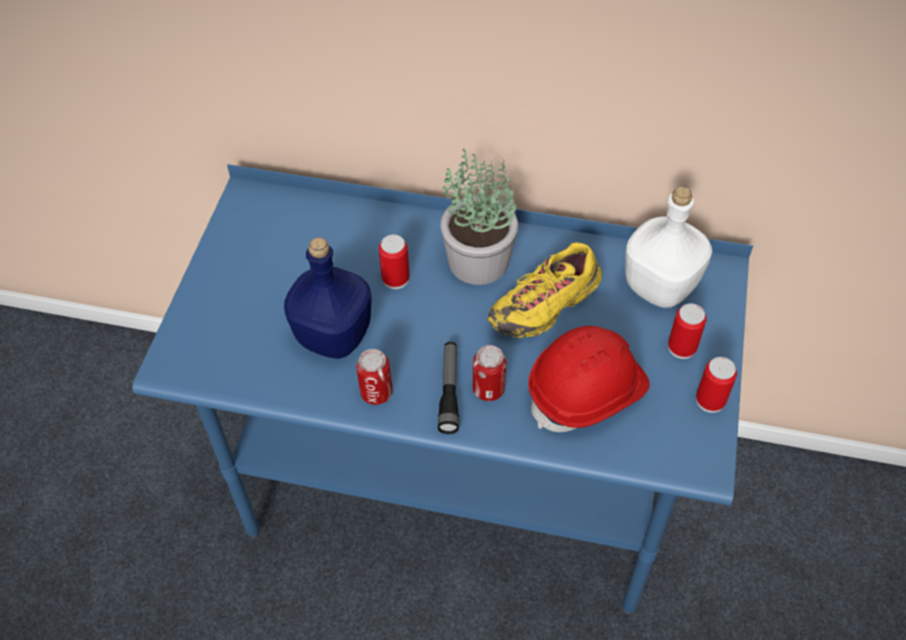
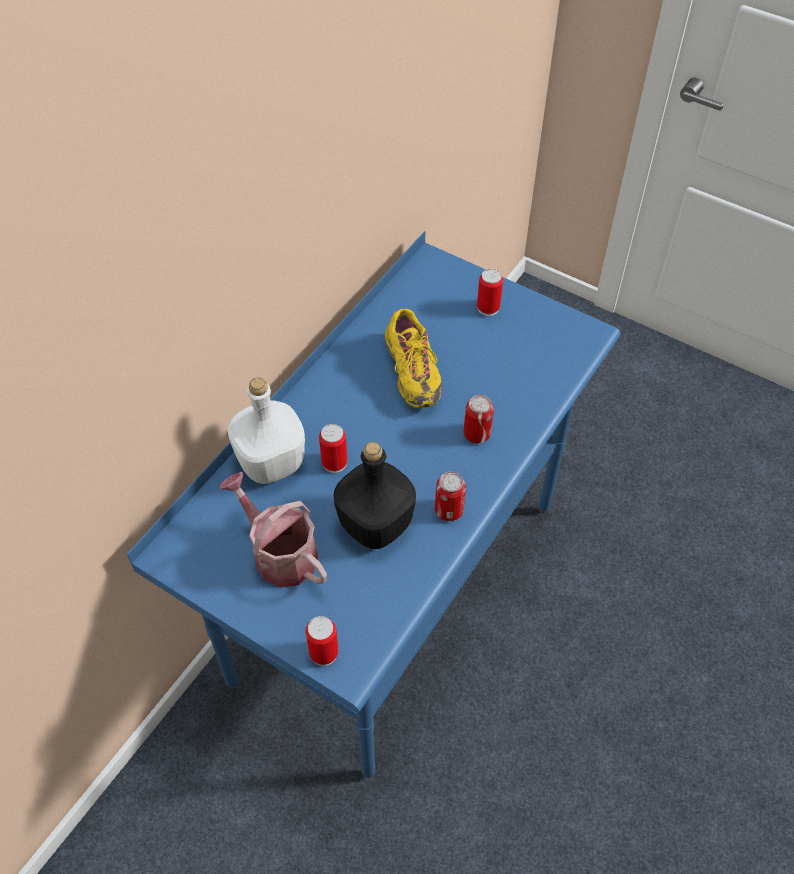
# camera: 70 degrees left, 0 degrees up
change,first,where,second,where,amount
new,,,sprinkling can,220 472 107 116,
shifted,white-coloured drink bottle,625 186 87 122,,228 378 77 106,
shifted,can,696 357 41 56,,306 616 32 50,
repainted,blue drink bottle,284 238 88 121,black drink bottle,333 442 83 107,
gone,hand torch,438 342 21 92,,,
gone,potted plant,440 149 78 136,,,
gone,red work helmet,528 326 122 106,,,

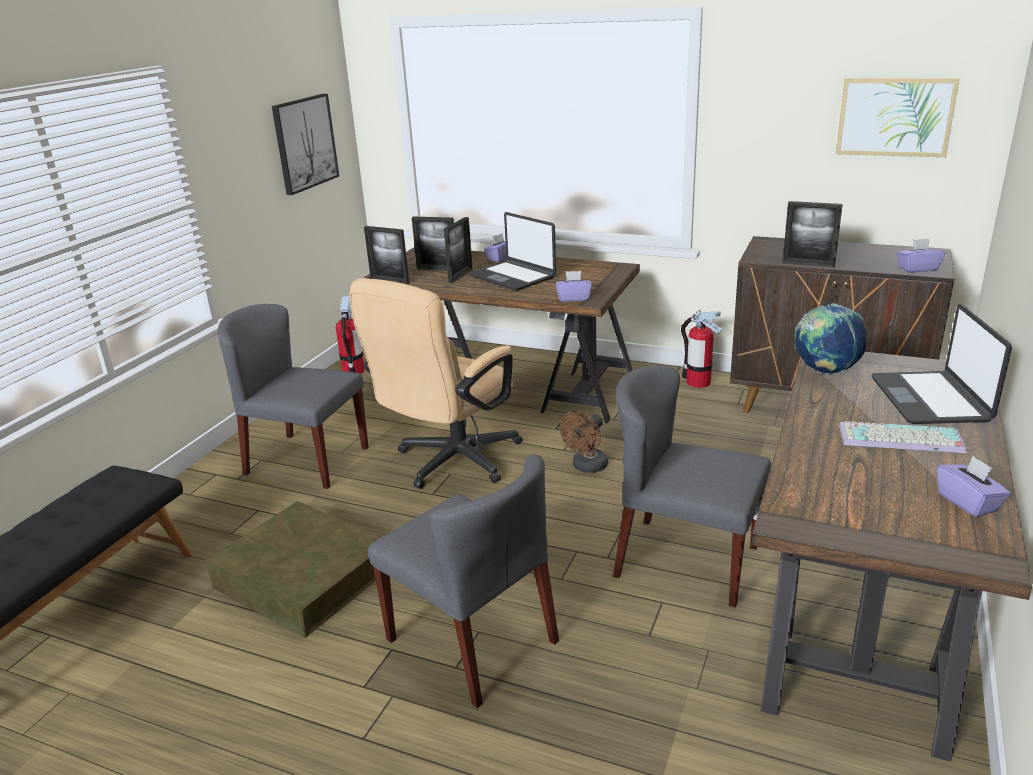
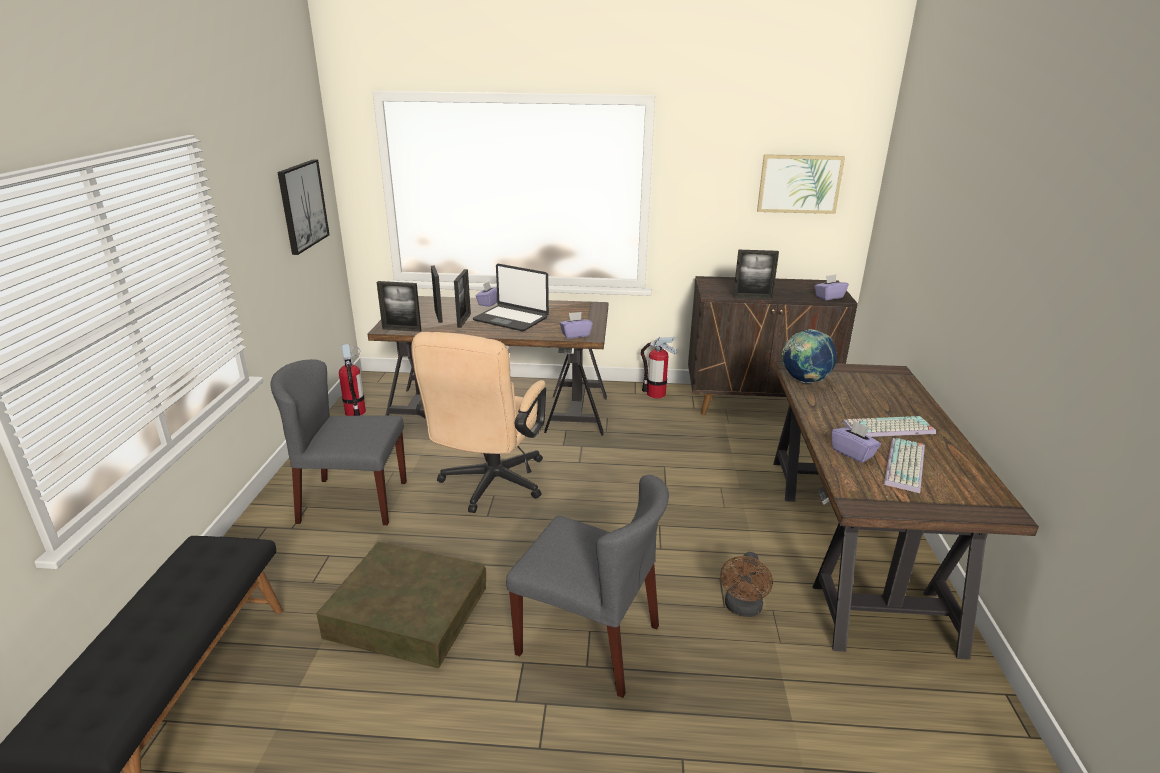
# camera: 20 degrees left, 0 degrees up
change,first,where,second,where,amount
rotated,photo frame,412 216 42 55,,431 265 12 58,105 degrees counterclockwise
shifted,brown-coloured fan,560 411 48 62,,720 552 53 65,
shifted,purplish box of tissues,937 456 74 61,,832 421 49 42,
new,,,computer keyboard,884 438 41 55,
gone,greyish plain chair,613 365 158 243,,,
gone,notebook computer,872 304 140 120,,,

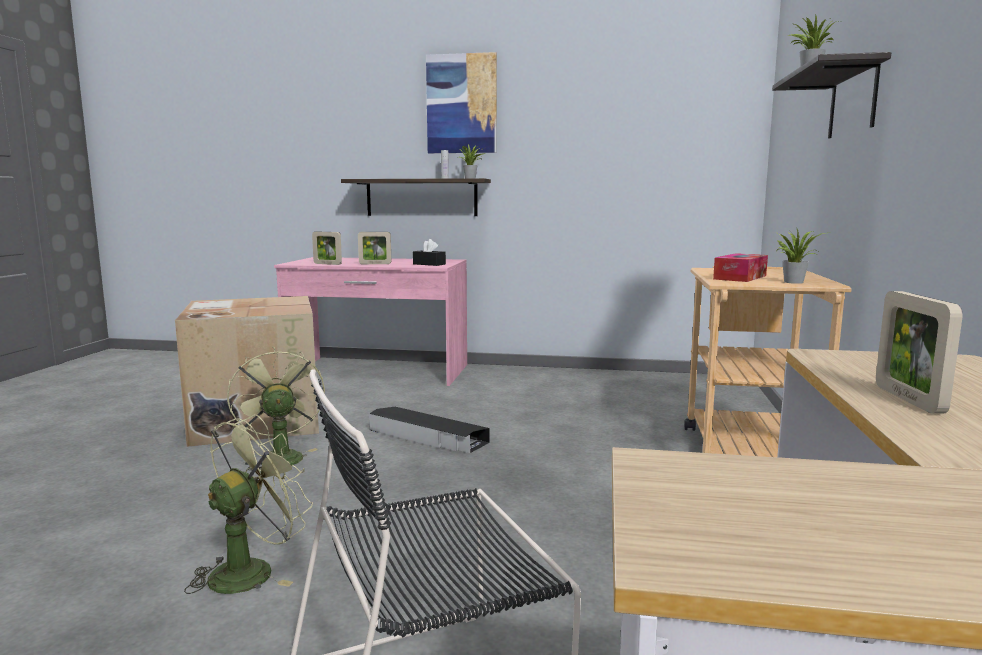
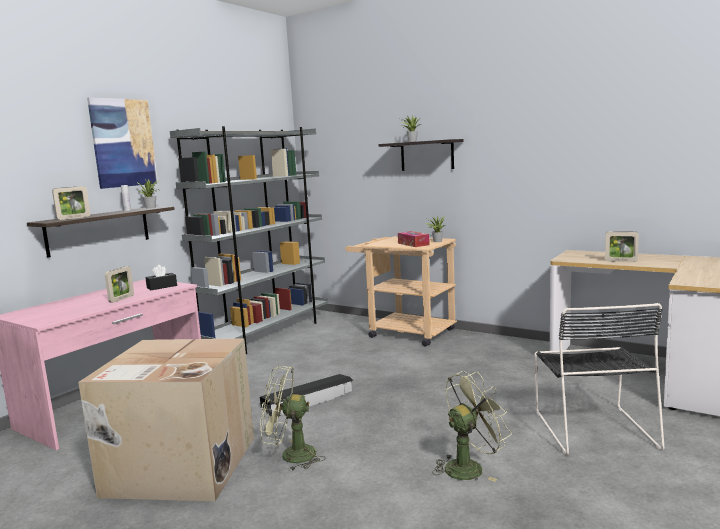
# camera: 65 degrees left, 0 degrees up
change,first,where,second,where,amount
shifted,photo frame,312 232 30 33,,52 186 38 34,
new,,,greyish bookshelf,170 126 158 228,
rotated,green-coloured fan,184 414 129 180,,433 371 79 111,90 degrees clockwise

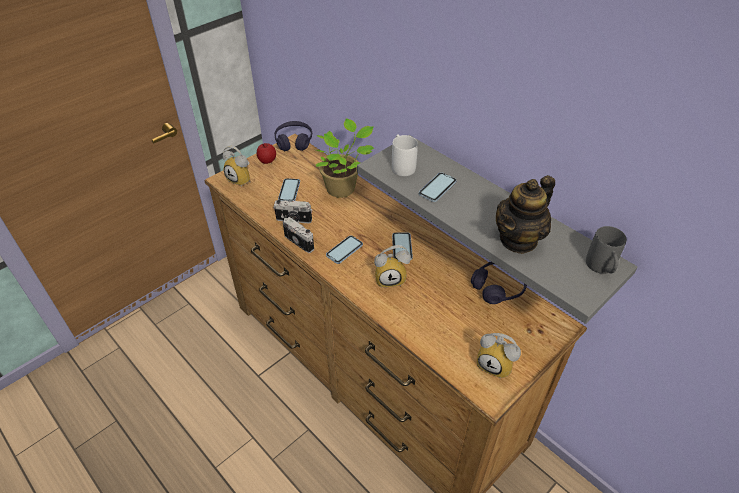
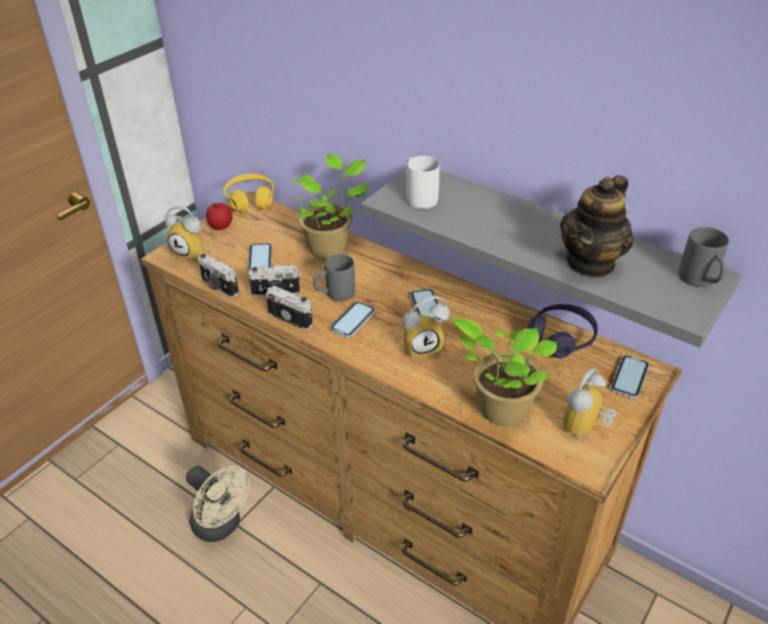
# camera: 10 degrees left, 5 degrees down
change,first,where,second,where,amount
new,,,beige fan,186 466 64 76,
new,,,photo camera,198 254 41 44,
repainted,purplish pair of headphones,274 121 38 30,yellowish pair of headphones,223 174 51 39,
new,,,greyish mug,313 254 42 48,
new,,,potted plant,451 318 106 108,
rotated,alarm clock,477 333 44 45,,563 368 54 73,105 degrees clockwise
shifted,telephone,419 172 38 30,,611 355 38 43,

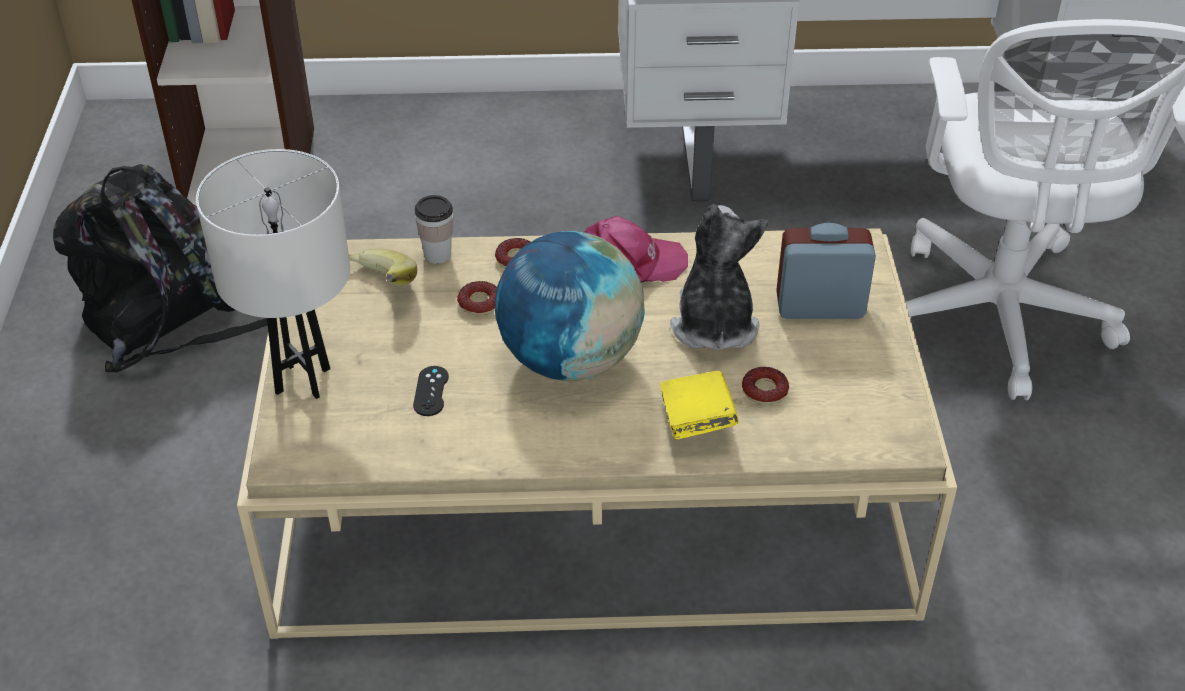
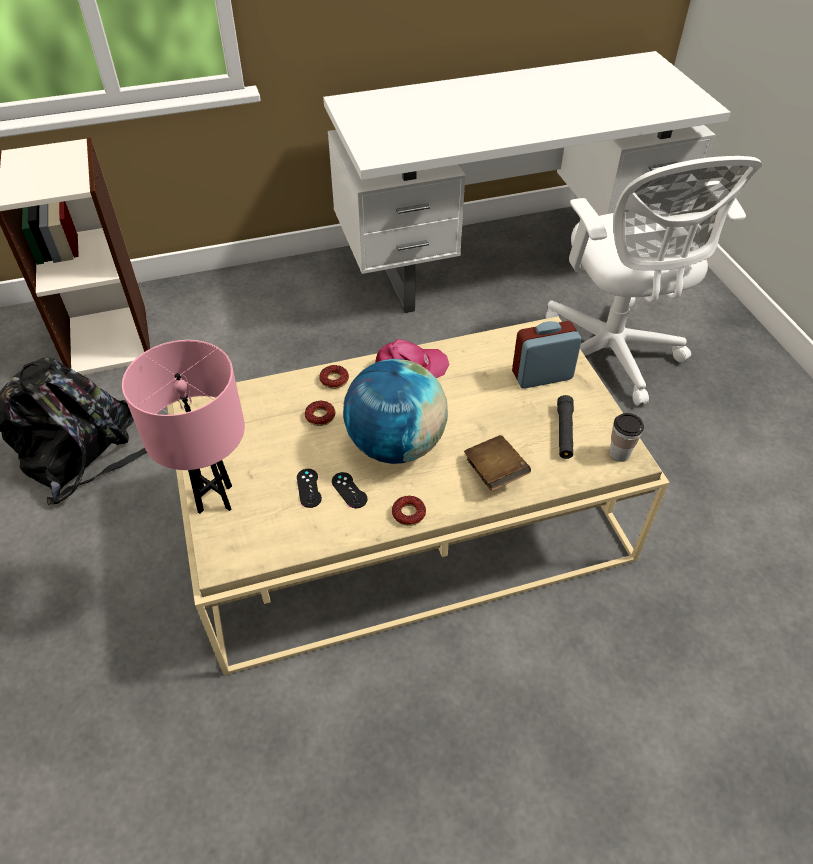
# camera: 15 degrees left, 5 degrees up
change,first,where,second,where,amount
repainted,white-coloured tabletop lamp,196 149 154 250,pink tabletop lamp,122 340 123 174,
new,,,black game controller,332 472 36 36,
shifted,donut,742 367 47 38,,392 496 34 30,
repainted,yellowish book,660 371 79 69,brown-coloured book,464 435 67 56,
new,,,black hand torch,557 395 17 64,
shifted,drinking cup,415 195 38 69,,609 413 35 49,
gone,whole banana,349 249 68 37,,,
gone,cuddly toy,670 204 98 147,,,

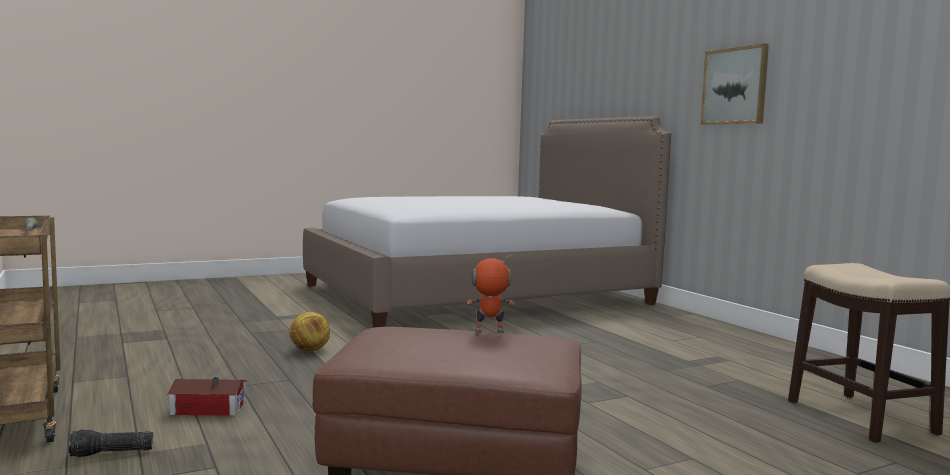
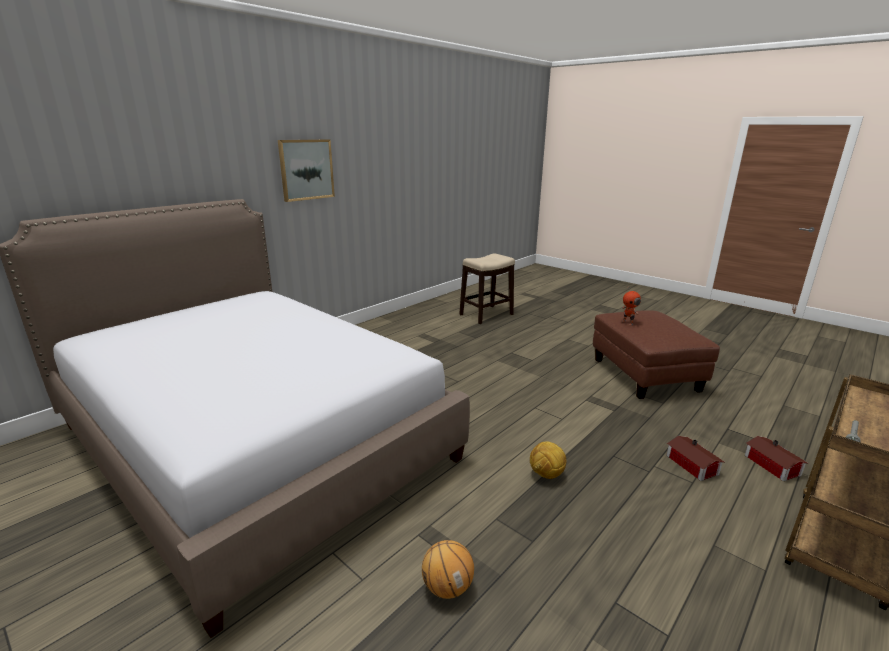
# camera: 110 degrees left, 15 degrees up
change,first,where,second,where,amount
new,,,ball for basketball,422 540 52 59,
swapped,hand torch,68 430 85 27,toy house,745 436 62 45,

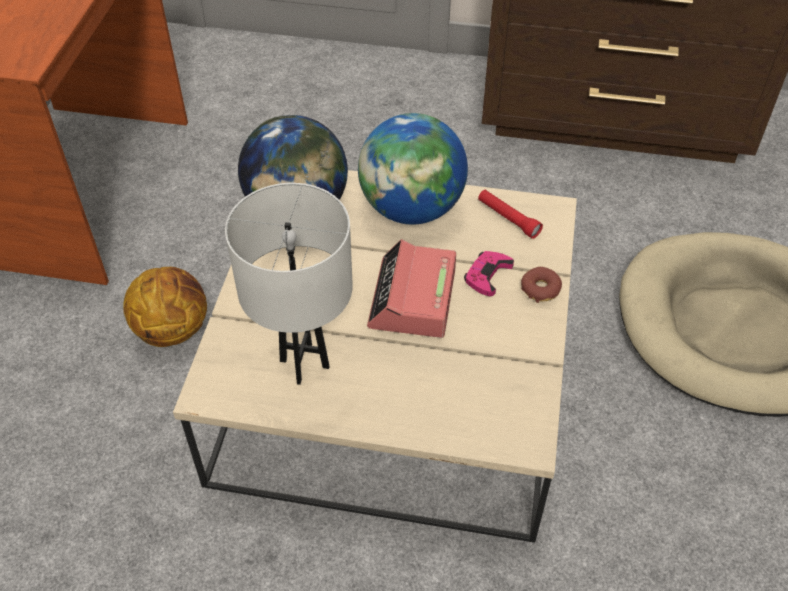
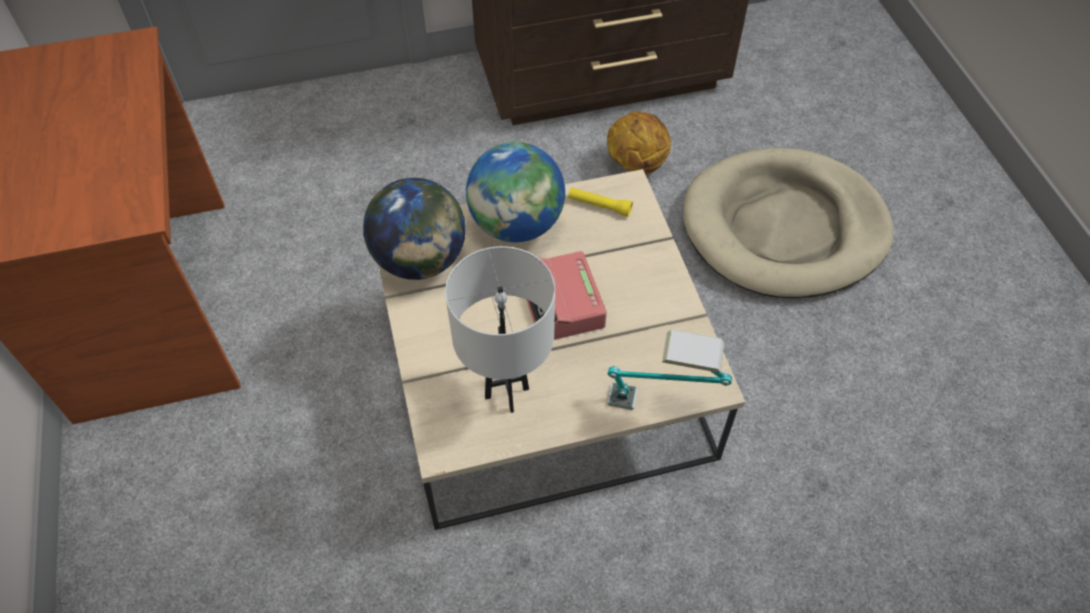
# camera: 25 degrees left, 5 degrees up
change,first,where,second,where,amount
repainted,red hand torch,478 190 65 49,yellowish hand torch,568 187 65 30,
shifted,ball for basketball,123 267 84 80,,607 111 64 64,
new,,,tabletop lamp,607 330 125 80,
gone,pink game controller,464 251 50 45,,,
gone,donut,521 267 41 36,,,

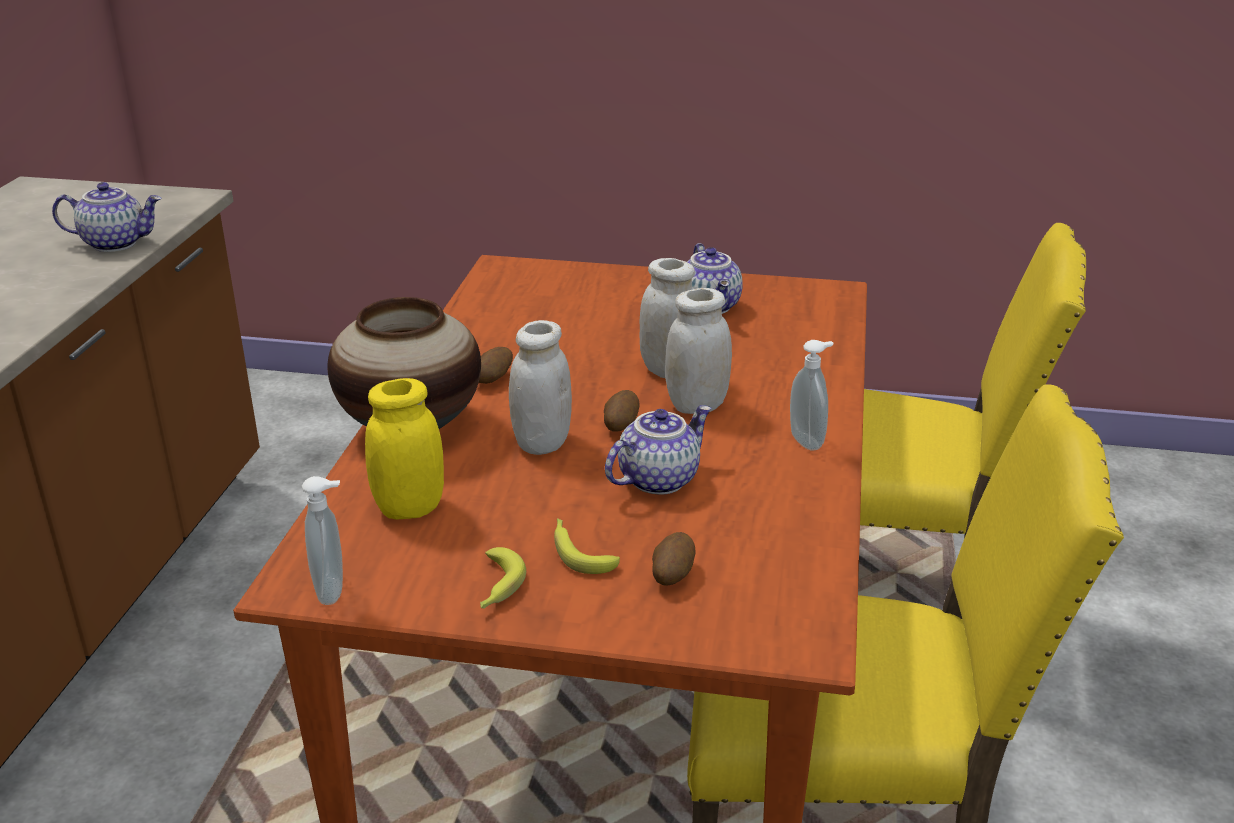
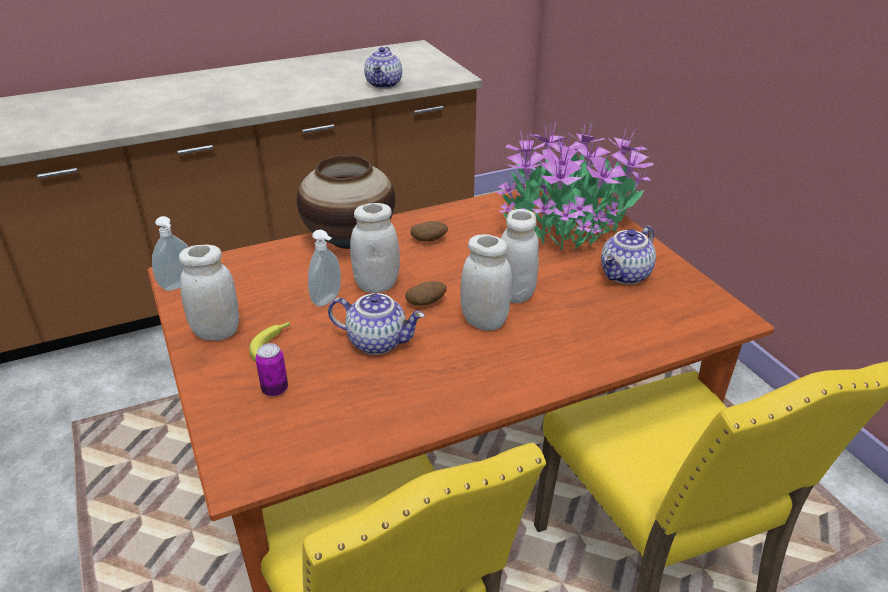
# camera: 55 degrees right, 5 degrees up
change,first,where,second,where,amount
swapped,whole banana,480 547 46 62,white-coloured storage jar,179 245 60 96,
swapped,spud,652 532 43 54,can,255 343 33 53,
shifted,soap bottle,790 340 43 111,,308 230 33 77,
rotated,tea pot,52 182 110 70,,364 47 38 42,45 degrees clockwise
new,,,potted plant,497 120 157 130,
gone,yellowish storage jar,365 378 79 142,,,

